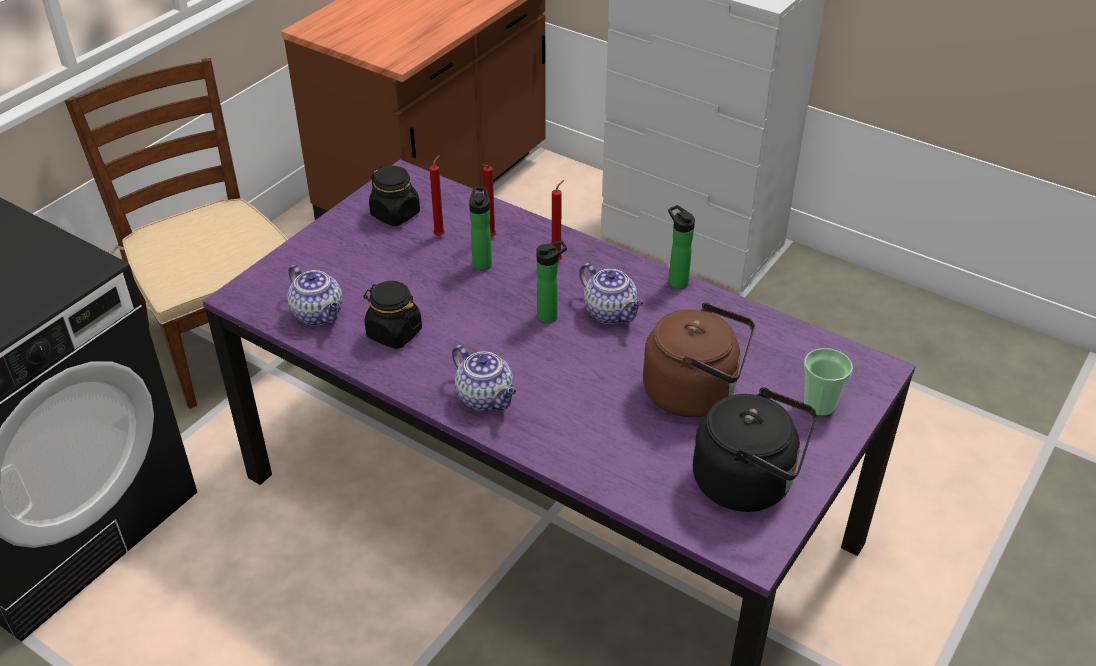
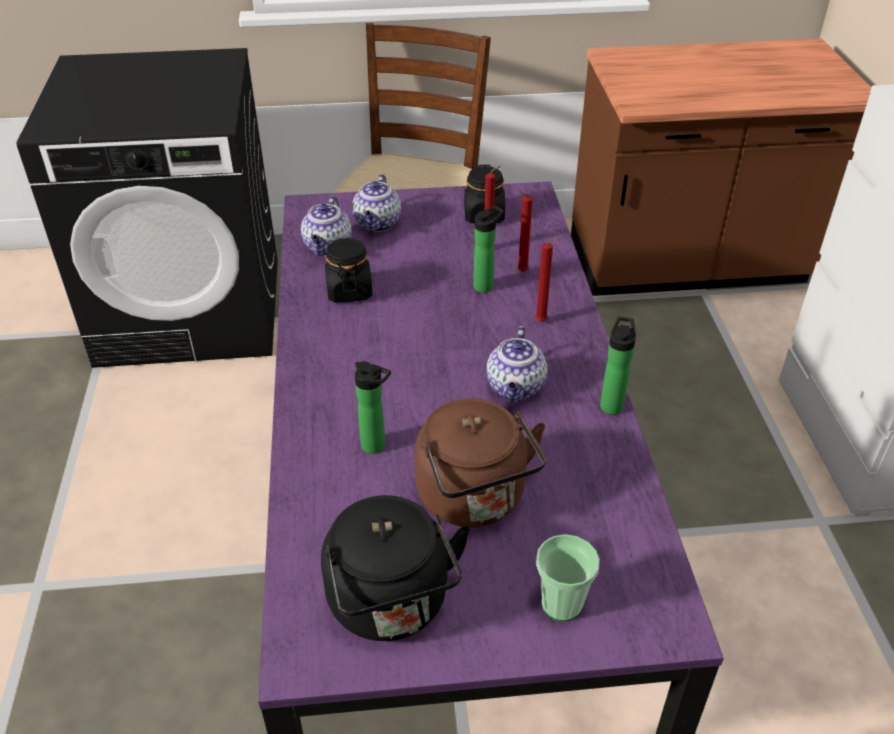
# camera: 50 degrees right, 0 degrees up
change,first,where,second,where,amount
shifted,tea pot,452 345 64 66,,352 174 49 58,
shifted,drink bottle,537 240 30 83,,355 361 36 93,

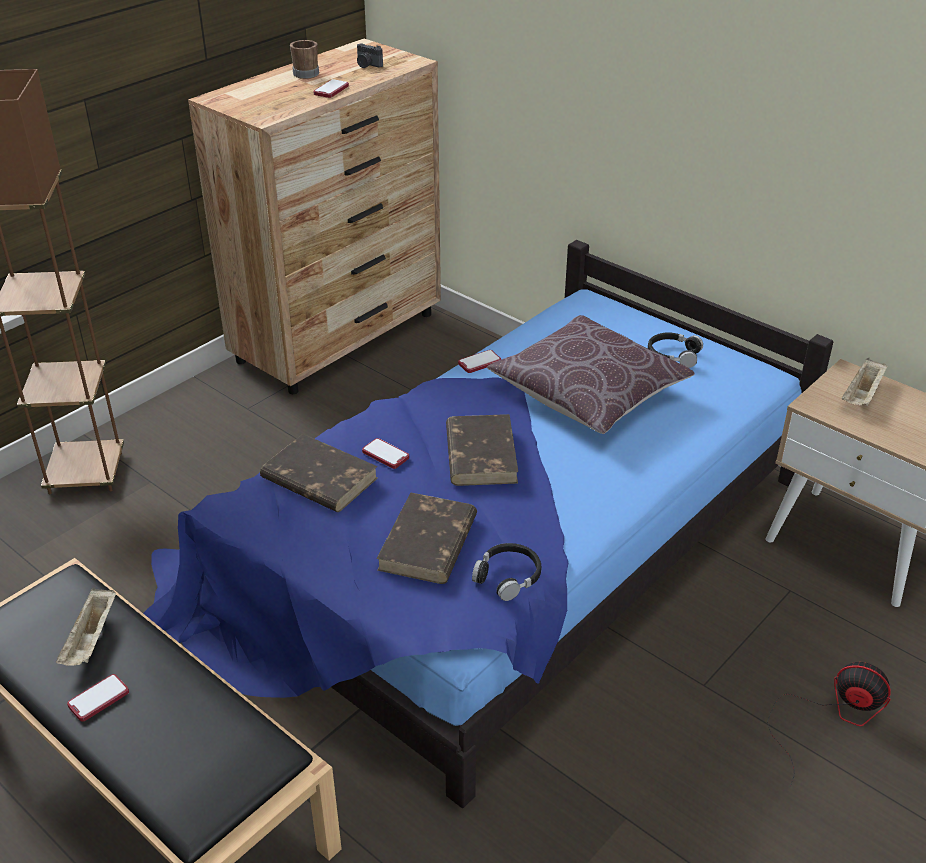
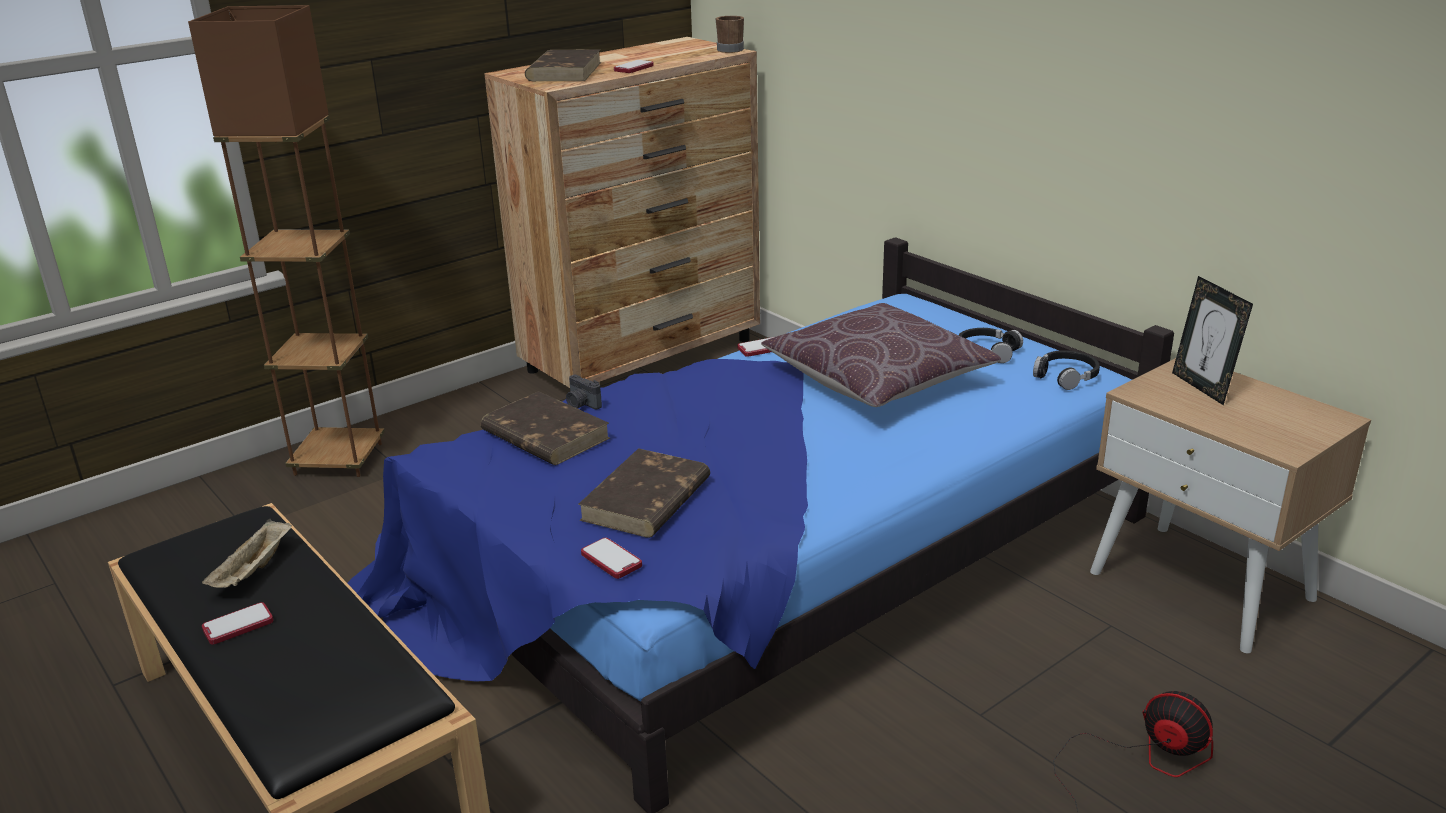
# camera: 10 degrees right, 10 degrees down
change,first,where,second,where,amount
shifted,brown-coloured book,446 414 72 72,,525 49 76 32,
shifted,photo camera,357 43 26 25,,566 375 36 35,
shifted,telephone,362 438 47 31,,581 538 61 41,
shifted,brown-coloured mug,290 40 29 39,,715 16 29 37,
shifted,black pair of headphones,472 543 69 58,,1033 350 67 40,
swapped,beige tray,842 358 46 48,photo frame,1172 276 81 129,

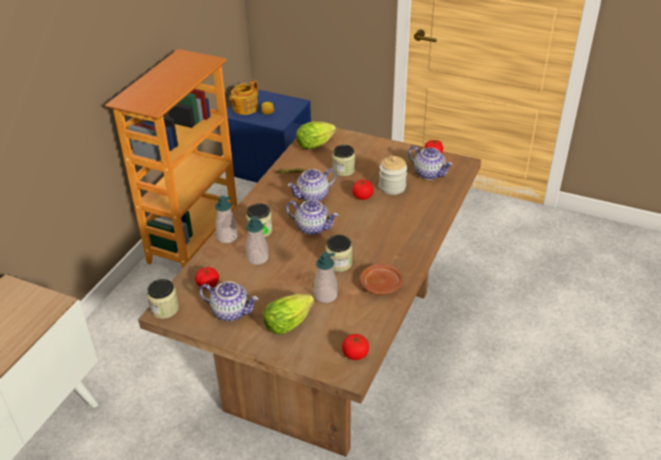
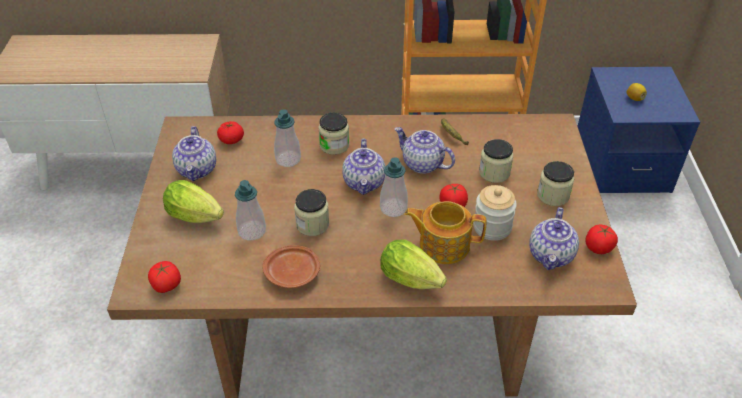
# camera: 65 degrees right, 5 degrees up
change,first,where,second,where,amount
shifted,soap bottle,215 196 23 47,,380 157 28 60,
shifted,head of lettuce,296 122 40 27,,380 240 67 49,
shifted,tea pot,229 80 29 35,,405 201 82 63,
shifted,storage jar,147 279 32 40,,537 161 37 45,

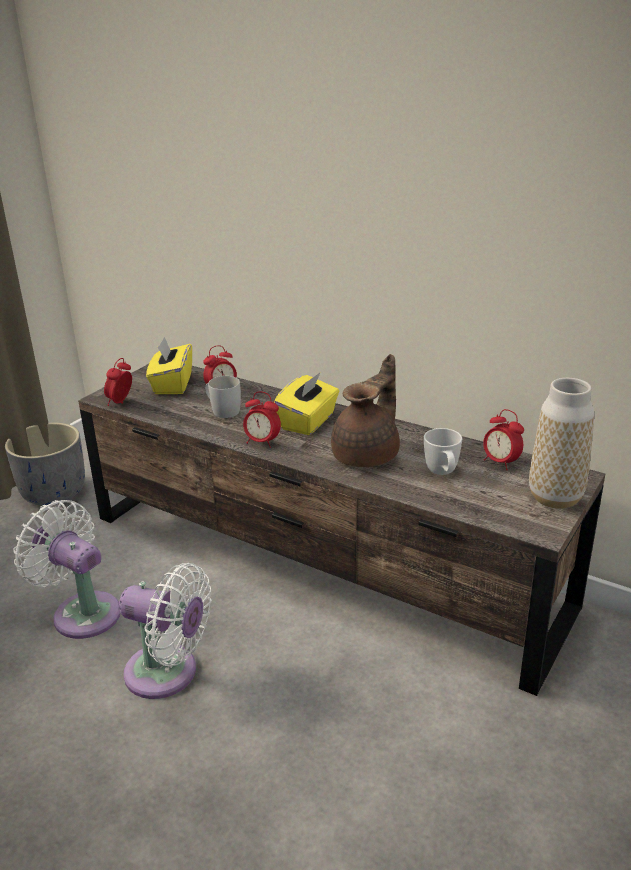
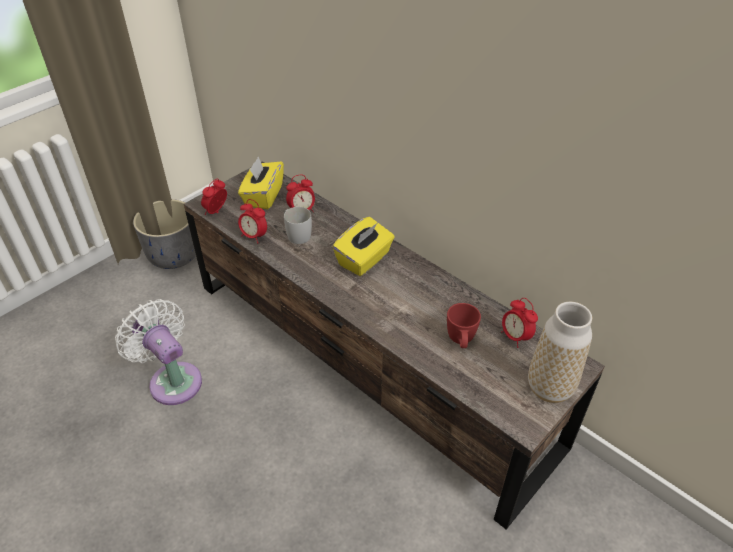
# camera: 10 degrees right, 15 degrees up
change,first,where,second,where,amount
shifted,alarm clock,243 391 38 57,,238 199 29 44,
repainted,white-coloured mug,424 428 38 47,red mug,447 303 34 45,
gone,white-coloured fan,119 563 92 136,,,
gone,brown-coloured tea pot,331 354 69 113,,,

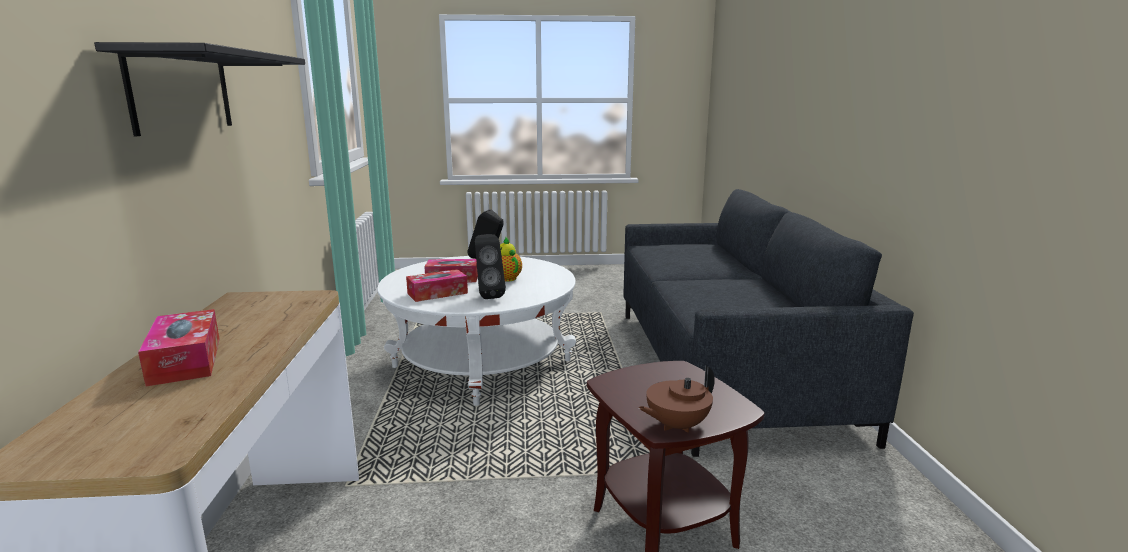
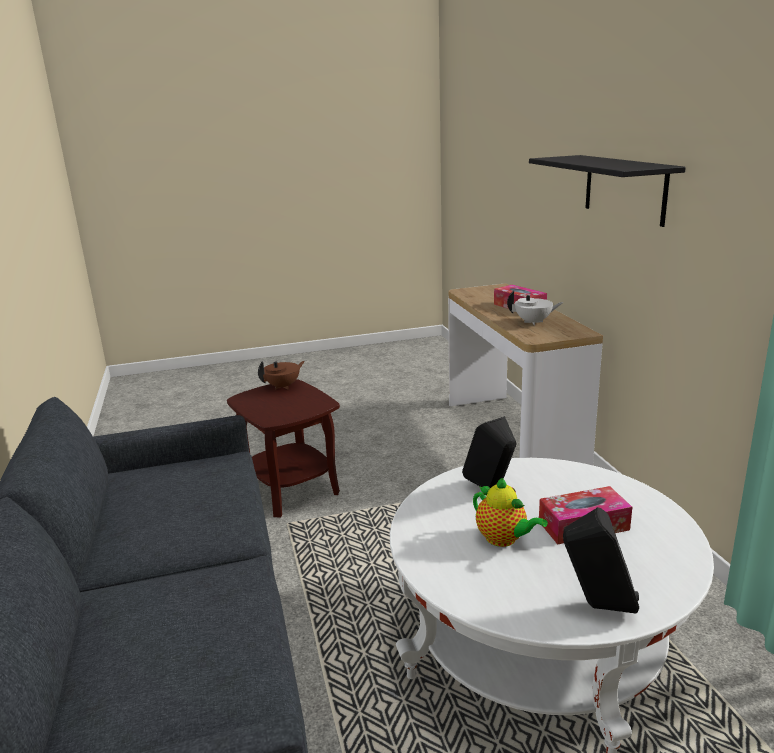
# camera: 170 degrees right, 5 degrees up
change,first,where,second,where,amount
new,,,white-coloured tea pot,507 291 57 34,
gone,box of tissues,406 269 62 33,,,

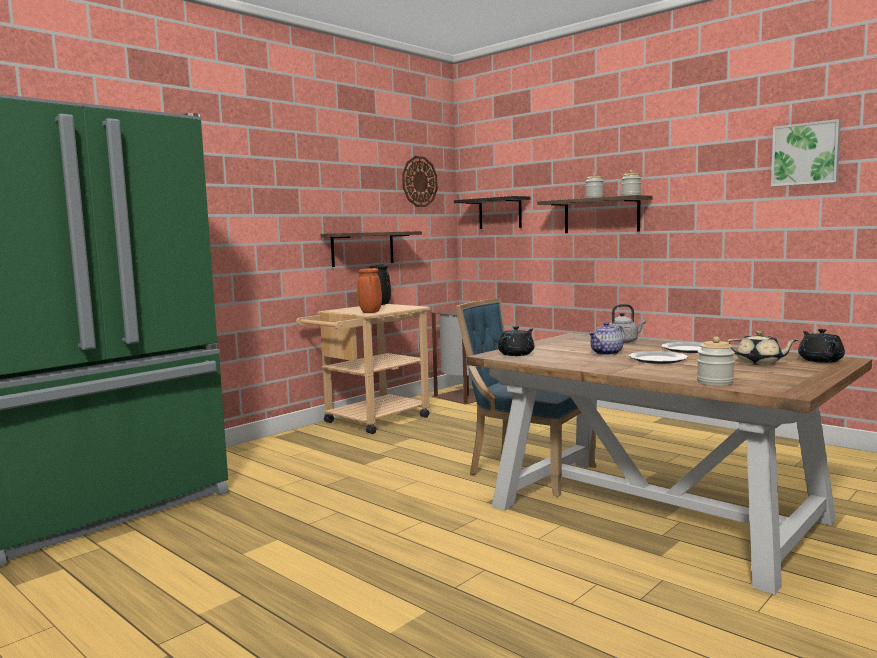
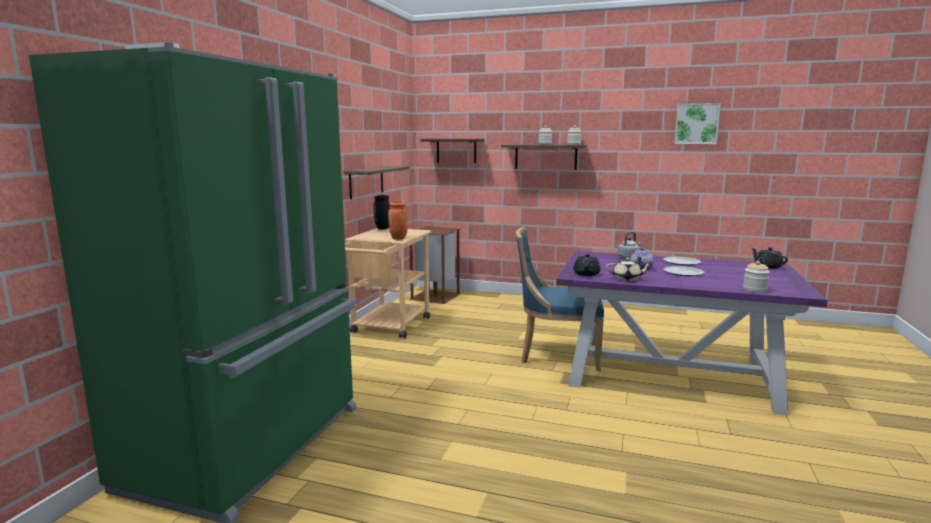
# camera: 25 degrees left, 5 degrees up
change,first,where,second,where,amount
repainted,brown-coloured dining table,467 333 405 262,purplish dining table,556 251 272 165,
shifted,beige tea pot,727 331 71 34,,606 258 46 23,
gone,clock on the wall,402 156 36 51,,,

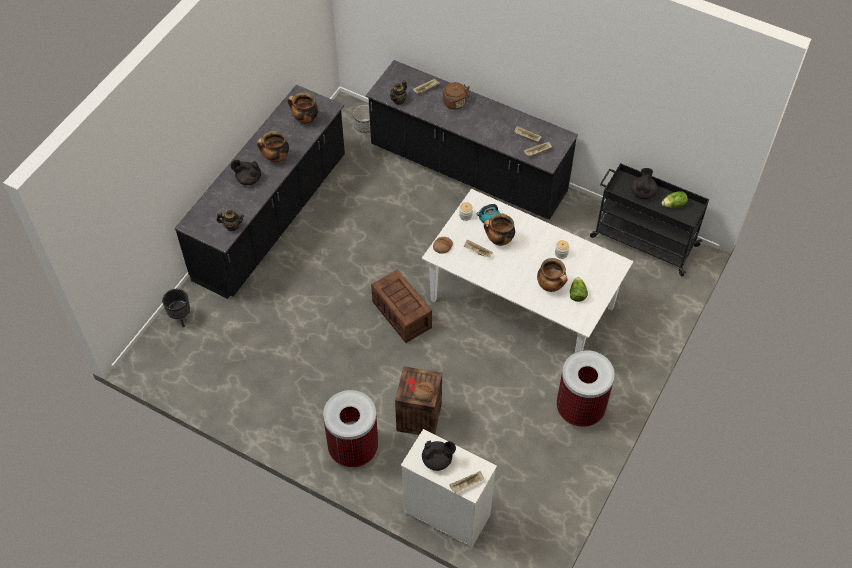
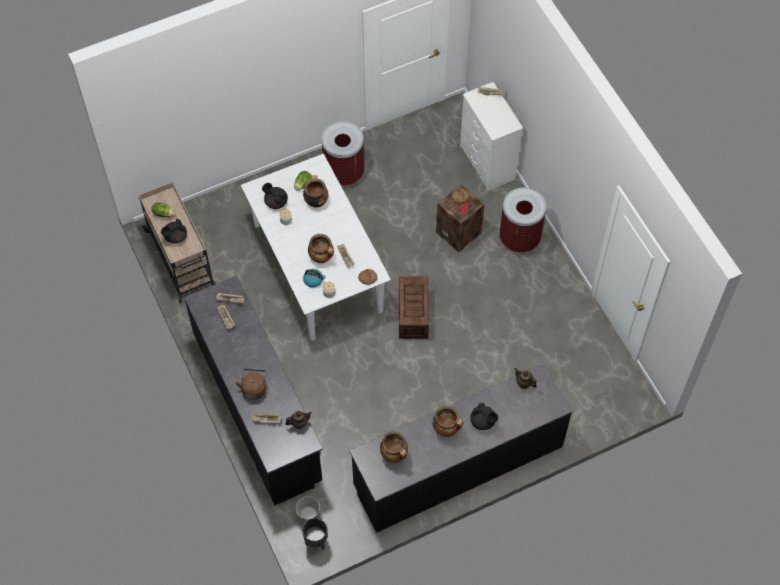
# camera: 145 degrees left, 5 degrees up
change,first,where,second,where,amount
repainted,black trolley,590 163 119 113,beige trolley,139 182 77 121,
shifted,black tea pot,422 441 34 30,,262 183 26 26,
shifted,black plant pot,162 289 28 38,,302 518 25 32,

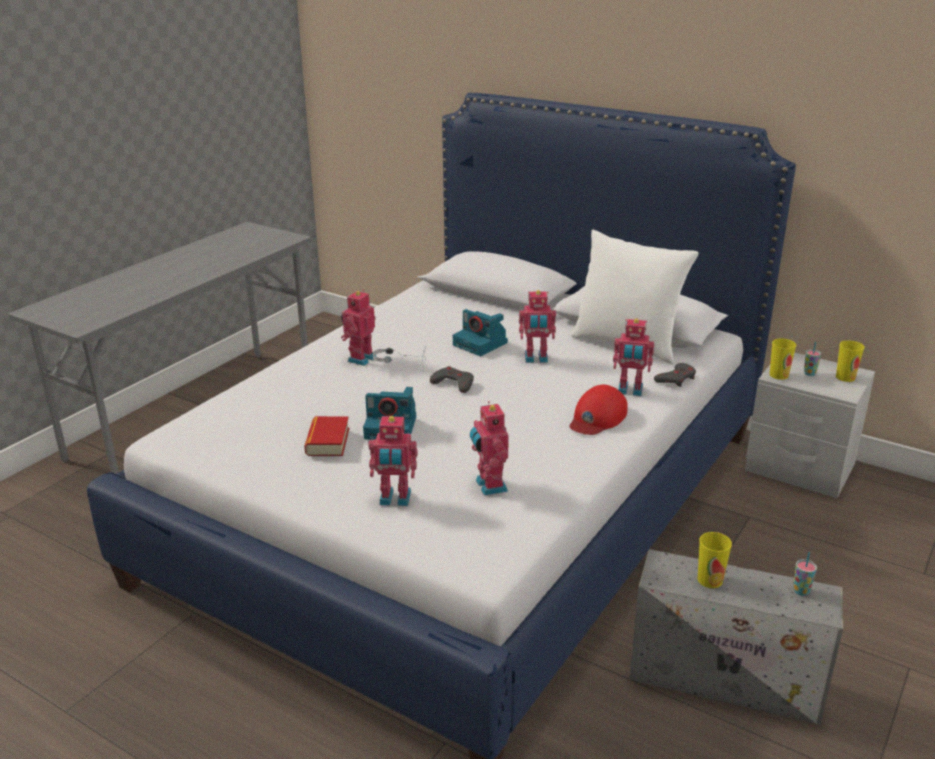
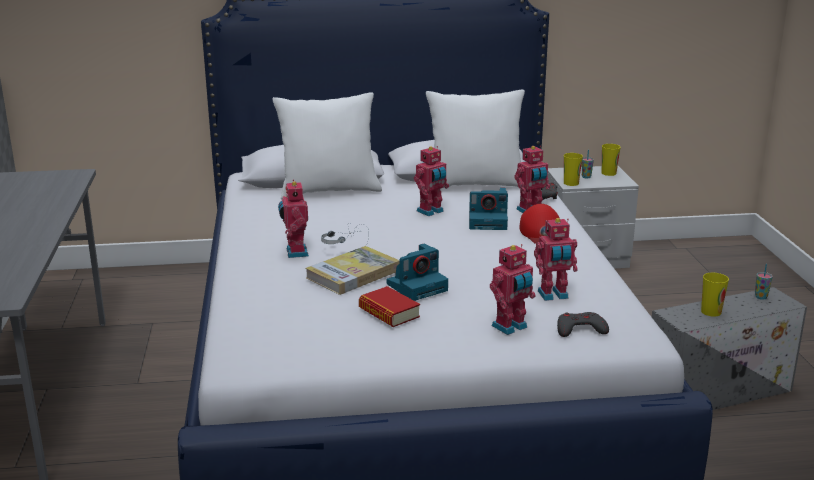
# camera: 40 degrees left, 5 degrees down
change,first,where,second,where,amount
new,,,white-coloured throw pillow,273 93 109 106,
new,,,book,305 246 95 49,
shifted,photo camera,453 309 55 47,,469 188 39 42,
rotated,model robot,470 401 39 95,,534 218 43 83,45 degrees counterclockwise
shifted,greyish game controller,430 366 44 27,,557 312 52 25,

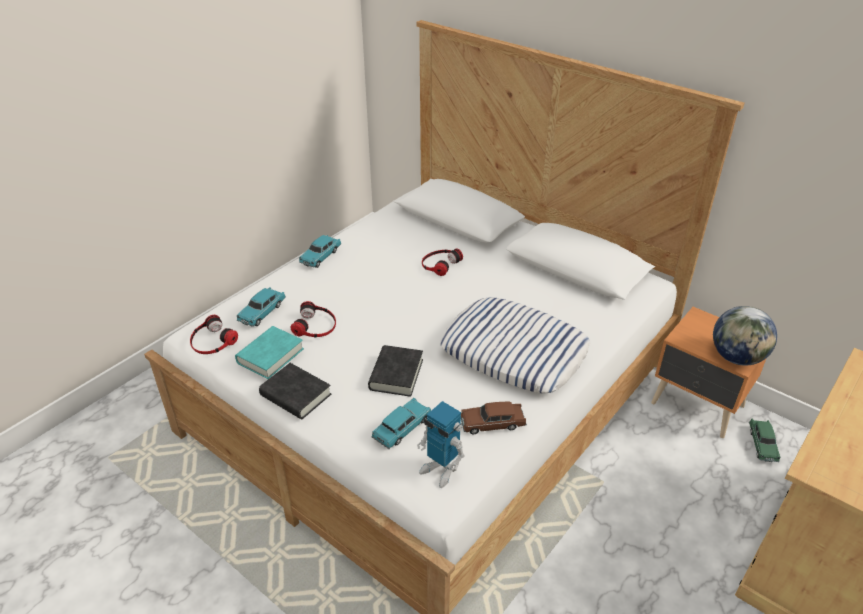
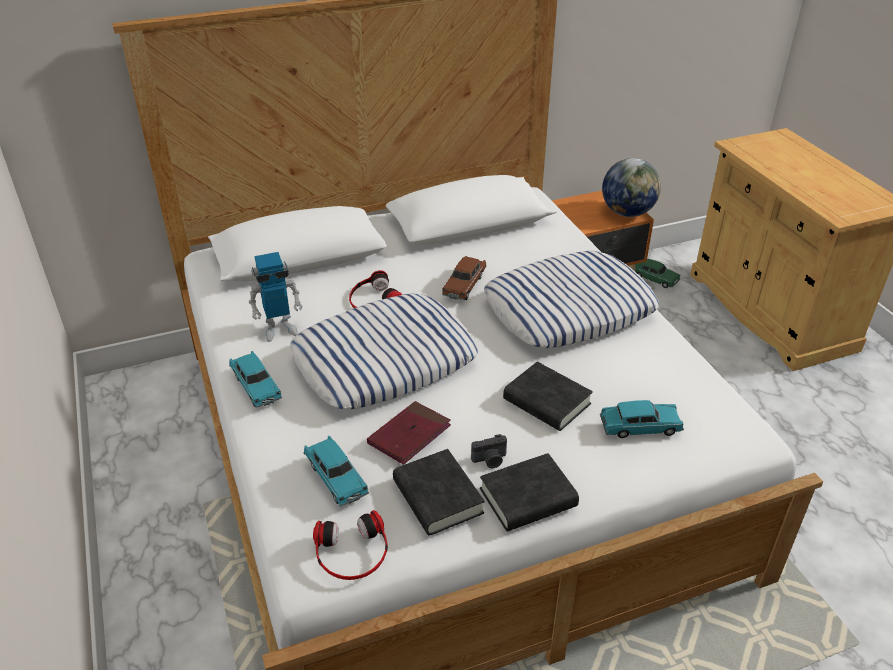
# camera: 60 degrees left, 0 degrees up
change,first,where,second,where,amount
shifted,model robot,417 401 48 87,,249 252 54 90,
new,,,throw pillow,290 293 188 117,
swapped,pair of headphones,291 301 45 36,red book,367 401 84 64,
repainted,turquoise-coloured book,235 326 69 53,black book,393 449 92 87,
shifted,brown-coloured model car,461 402 66 32,,442 256 44 44,
new,,,photo camera,471 434 36 34,
rotated,turquoise-coloured model car,372 398 59 51,,600 400 84 38,105 degrees clockwise

